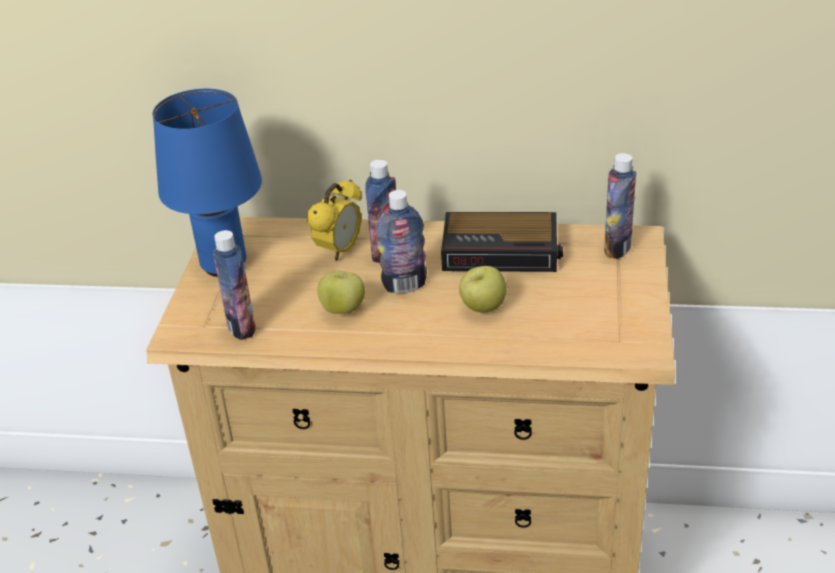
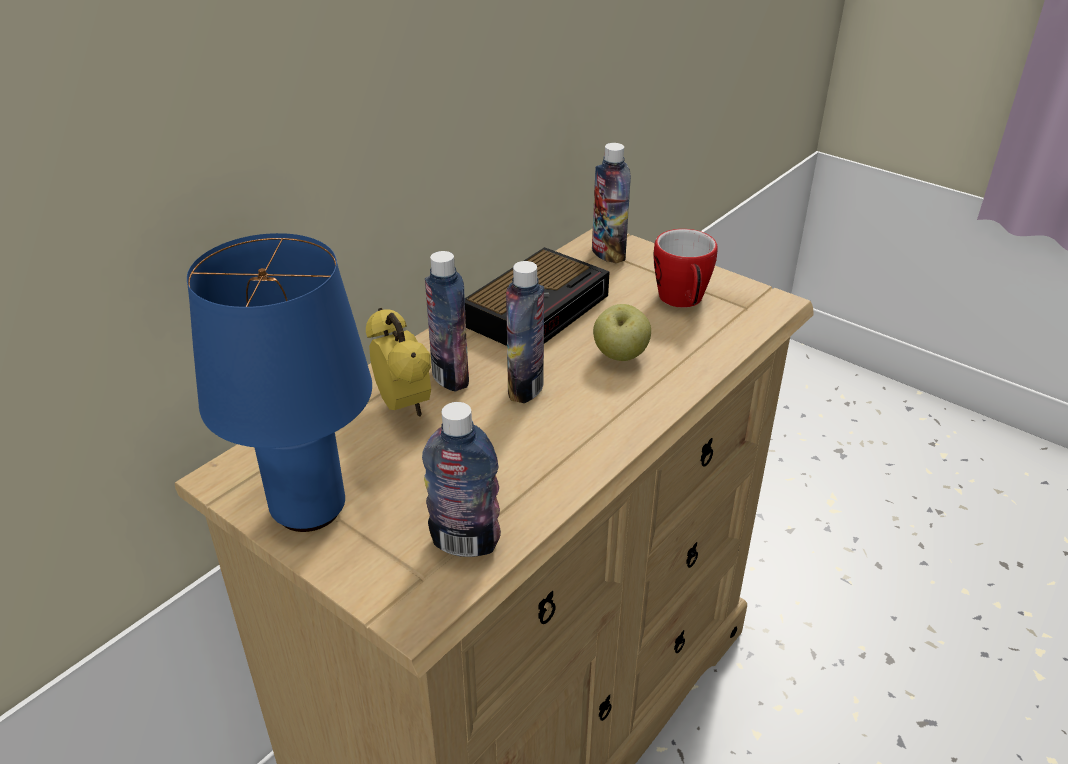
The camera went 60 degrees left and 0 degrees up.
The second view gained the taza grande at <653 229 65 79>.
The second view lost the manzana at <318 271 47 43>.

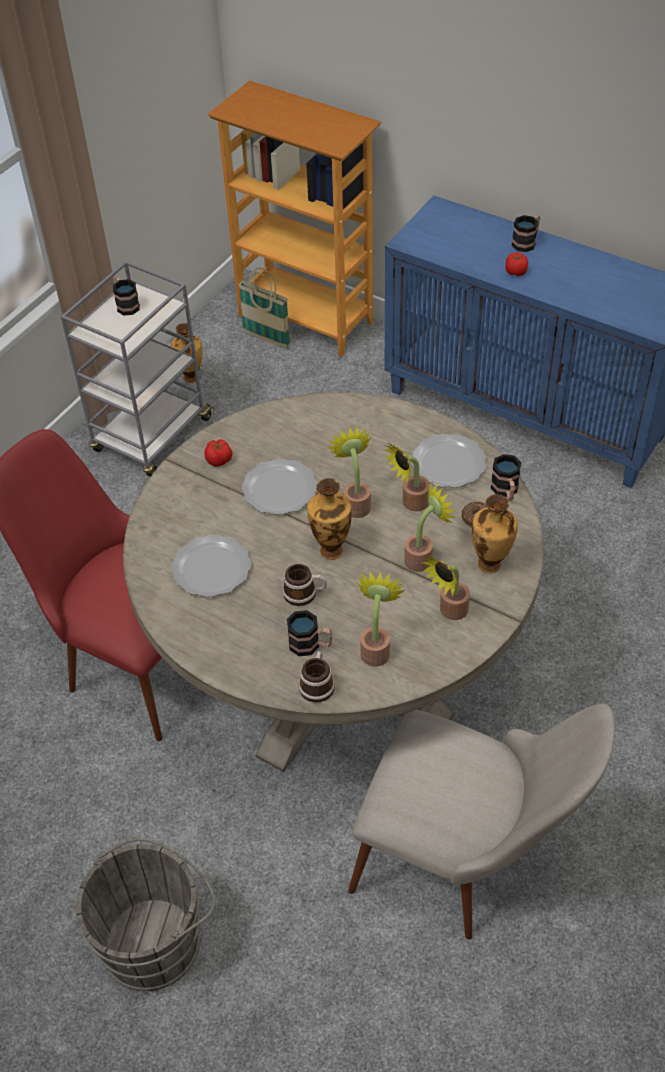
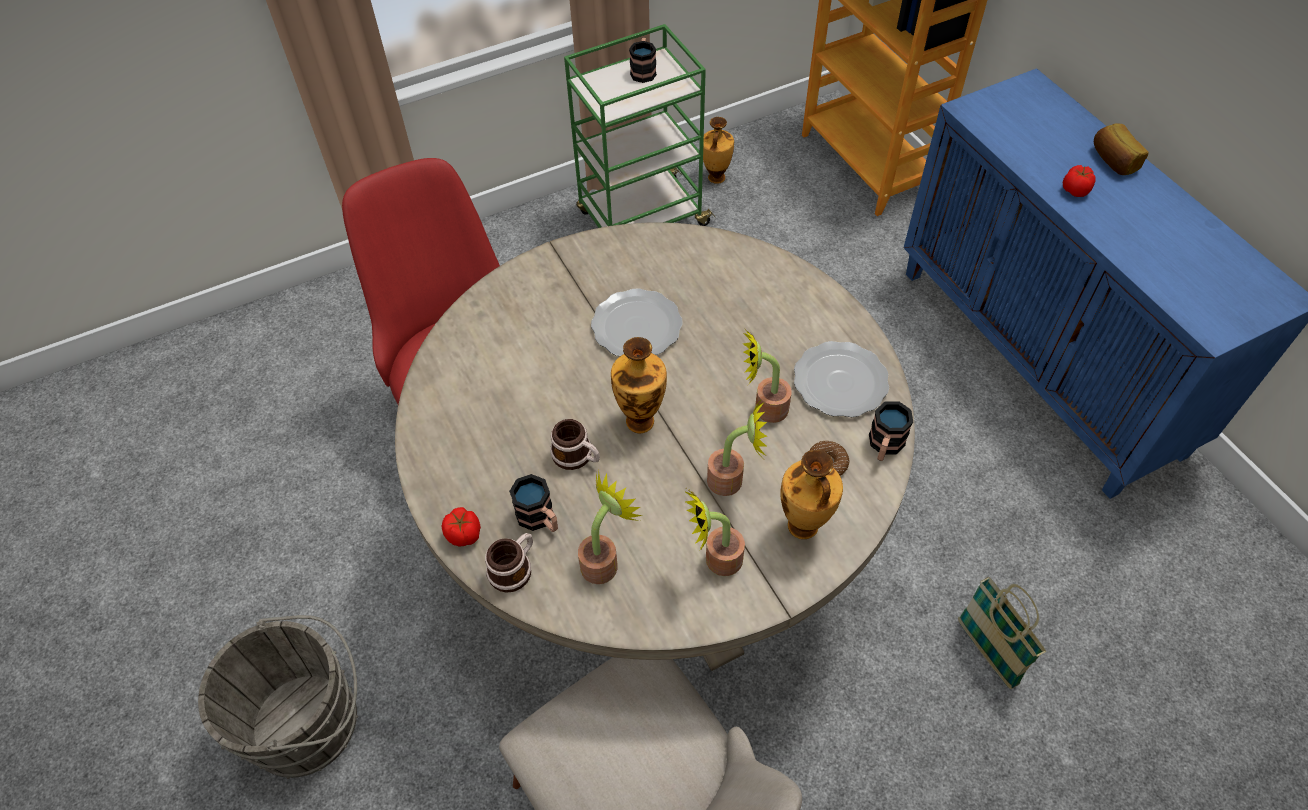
The camera went 30 degrees right and 5 degrees up.
The tomate ended up elsewhere, having gone from <204 439 28 28> to <442 507 39 39>.
What was the carrito/gris at <61 261 153 216> turned into the carrito/verde at <564 24 151 204>.
The cesta ended up elsewhere, having gone from <238 268 53 80> to <958 577 88 112>.
Where the taza grande stood at <512 215 28 37>, the pan came to stand at <1094 124 55 51>.
The second view lost the plato at <171 535 80 62>.
The second view lost the planta en maceta at <327 427 44 91>.

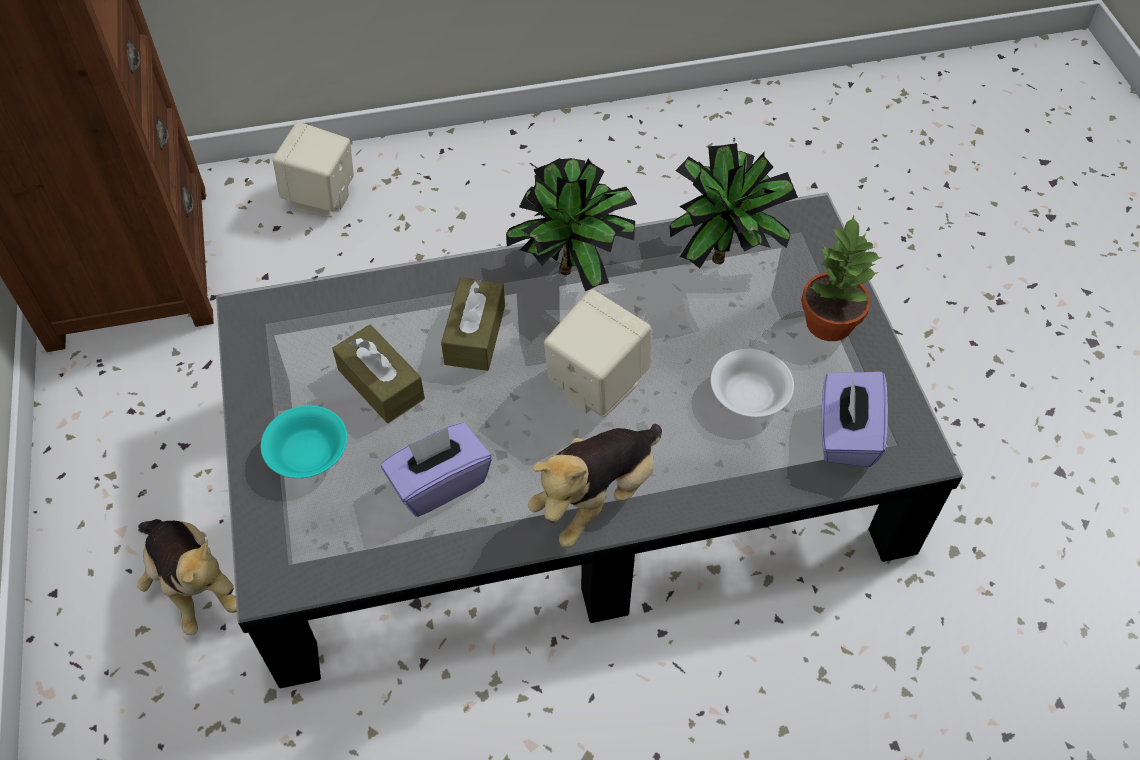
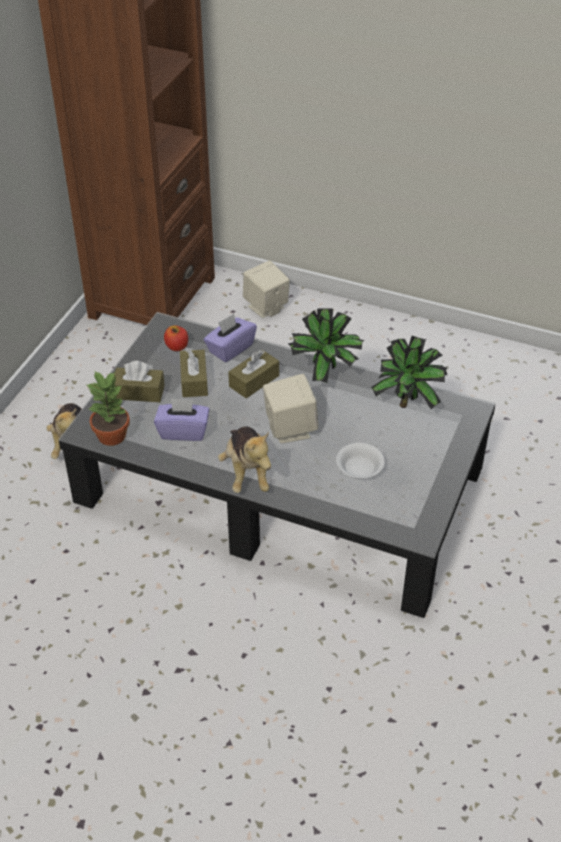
The camera went 35 degrees right and 10 degrees down.
The planta en maceta ended up elsewhere, having gone from <801 216 81 125> to <85 370 45 76>.
Where the cuenco/turquesa stood at <261 405 86 73>, the caja de pañuelos/marrón came to stand at <114 361 51 41>.
The second view gained the manzana at <164 325 24 26>.
The caja de pañuelos/morado ended up elsewhere, having gone from <821 372 67 95> to <204 314 53 48>.
The peluche at <528 424 134 124> ended up facing another way, 90 degrees counterclockwise from before.

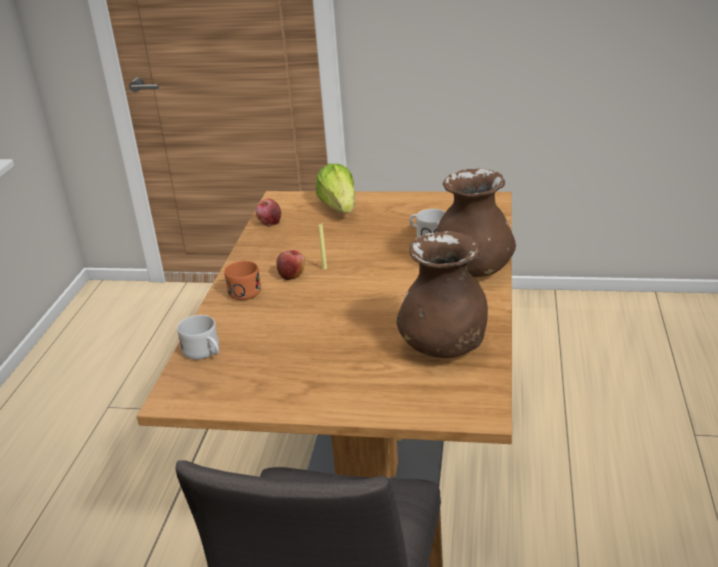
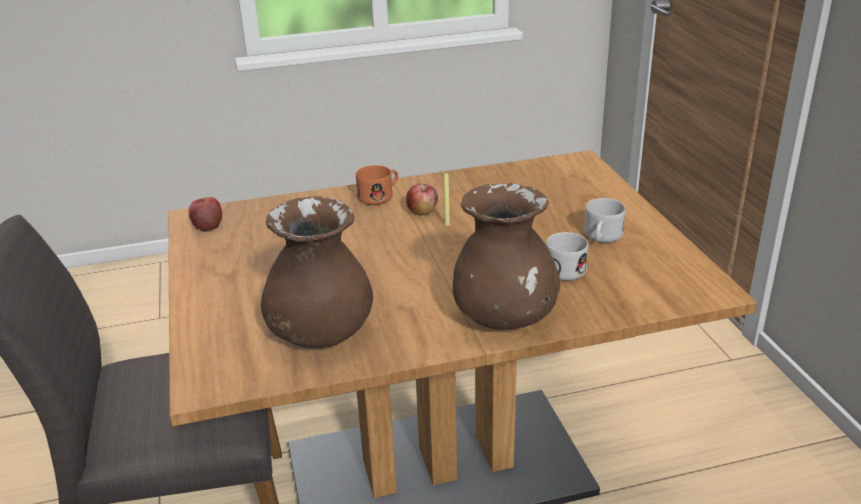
The camera went 65 degrees right and 0 degrees up.
The manzana ended up elsewhere, having gone from <255 198 26 28> to <189 197 33 35>.
The taza grande/blanco ended up elsewhere, having gone from <177 315 42 44> to <584 198 42 45>.
The second view lost the lechuga at <316 164 39 49>.

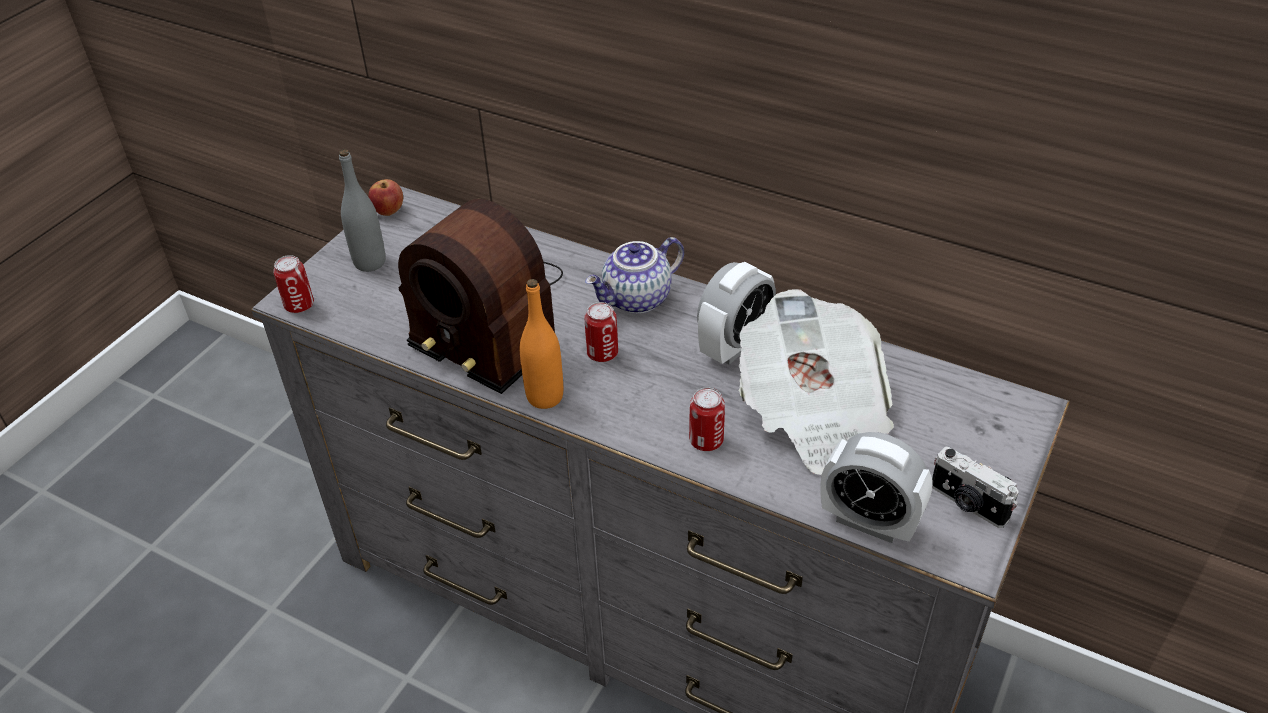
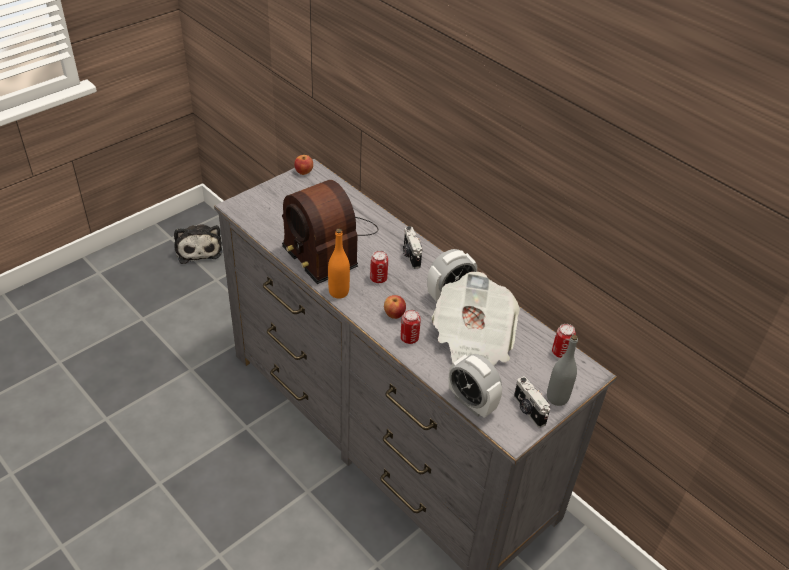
The camera went 15 degrees right and 0 degrees up.
The second view gained the peluche at <174 225 49 39>.
The second view gained the manzana at <384 295 22 24>.
Where the tetera stood at <585 237 99 77>, the cámara came to stand at <403 226 19 43>.
The botella/gris ended up elsewhere, having gone from <339 149 47 123> to <547 335 31 71>.
The lata ended up elsewhere, having gone from <273 255 41 58> to <552 324 24 34>.

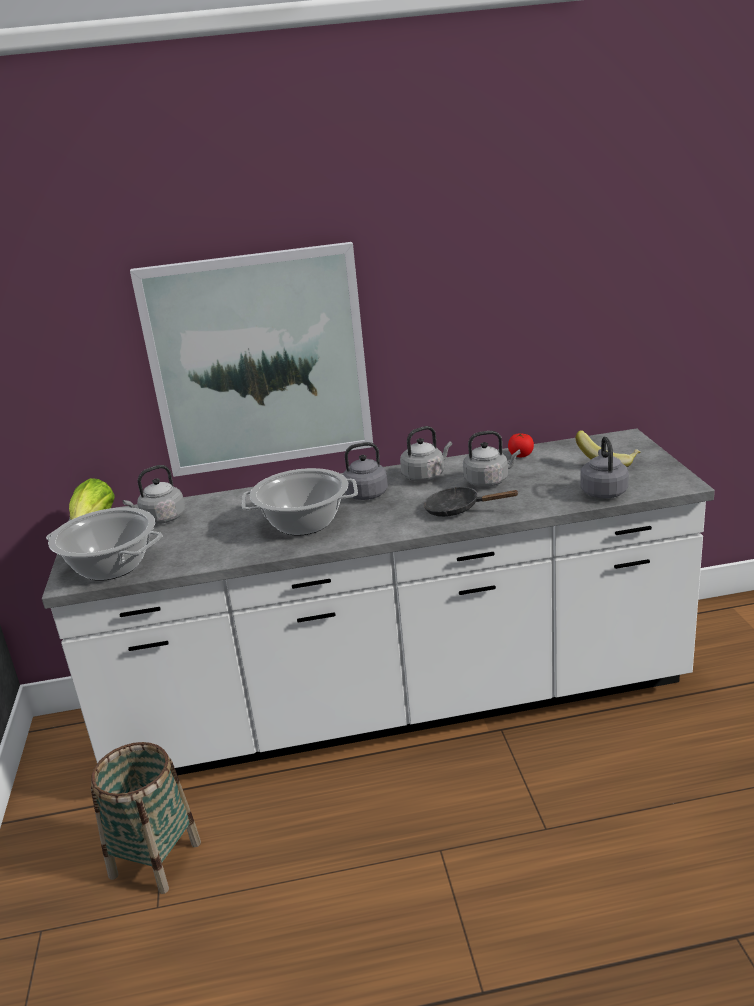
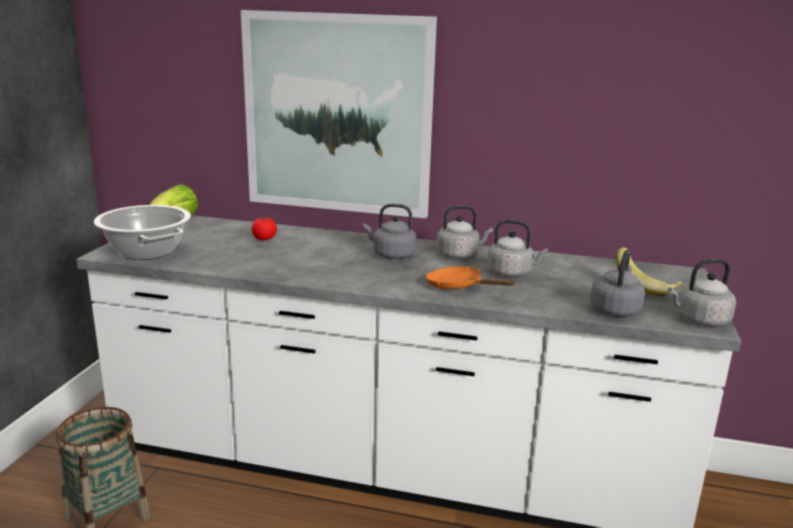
The camera went 20 degrees right and 5 degrees down.
The tomate ended up elsewhere, having gone from <508 433 26 24> to <252 217 25 23>.
What was the sartén/negro at <423 487 96 30> turned into the sartén/naranja at <426 267 90 22>.
The hervidor/gris ended up elsewhere, having gone from <122 465 63 59> to <668 259 68 67>.
The second view lost the olla at <242 468 116 68>.

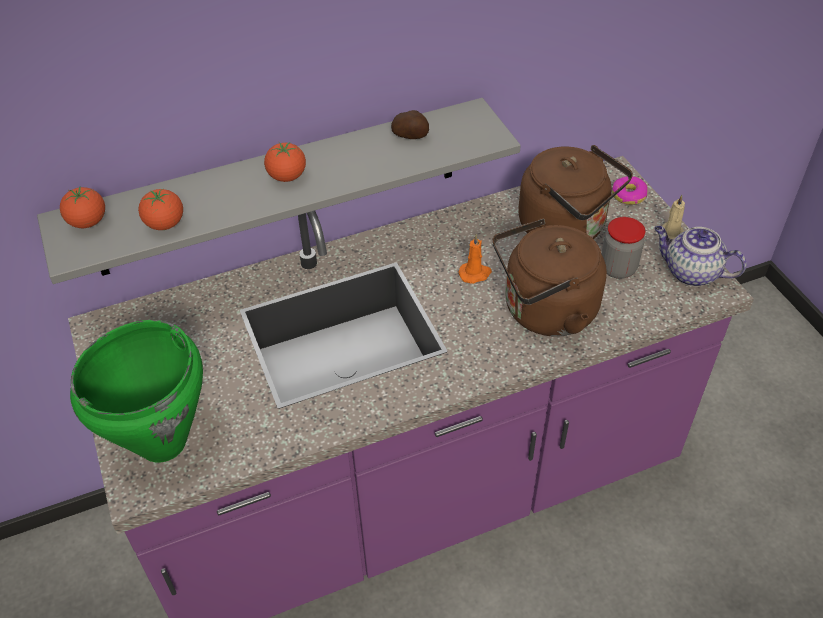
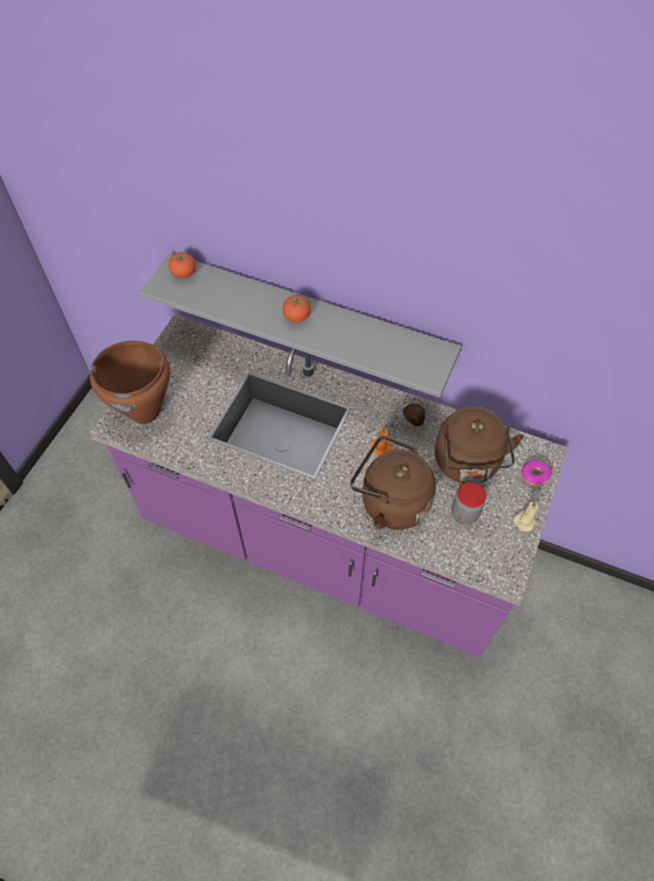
The camera went 45 degrees right and 10 degrees up.
What was the olla/verde at <70 320 133 143> turned into the olla/marrón at <90 340 80 84>.
The patata ended up elsewhere, having gone from <391 110 38 29> to <403 403 22 23>.
The second view lost the tomate at <138 188 45 42>.
The second view lost the tetera at <654 226 93 61>.

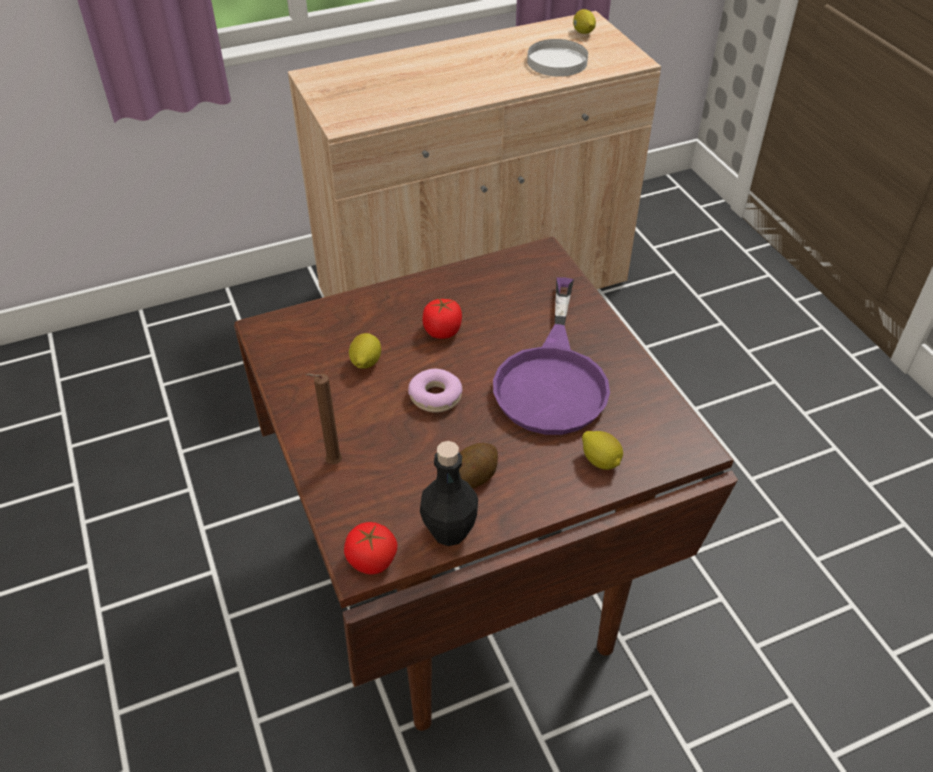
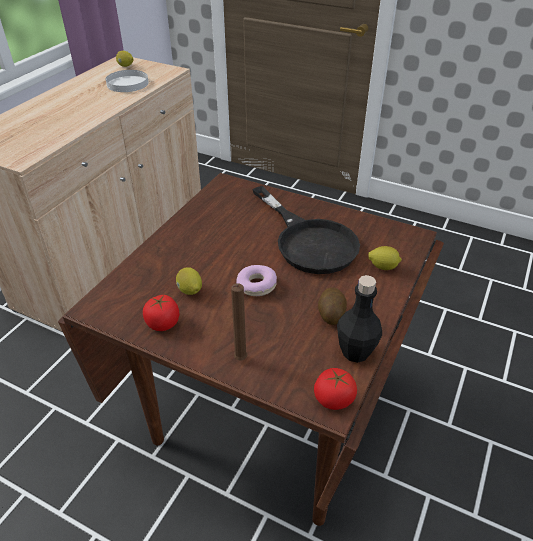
The camera went 40 degrees left and 5 degrees down.
The tomate ended up elsewhere, having gone from <423 298 39 41> to <143 295 36 36>.
What was the sartén/morado at <493 277 117 158> turned into the sartén/negro at <252 186 108 88>.

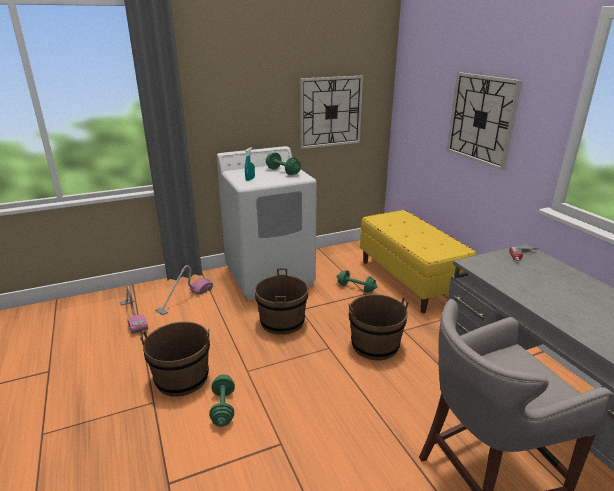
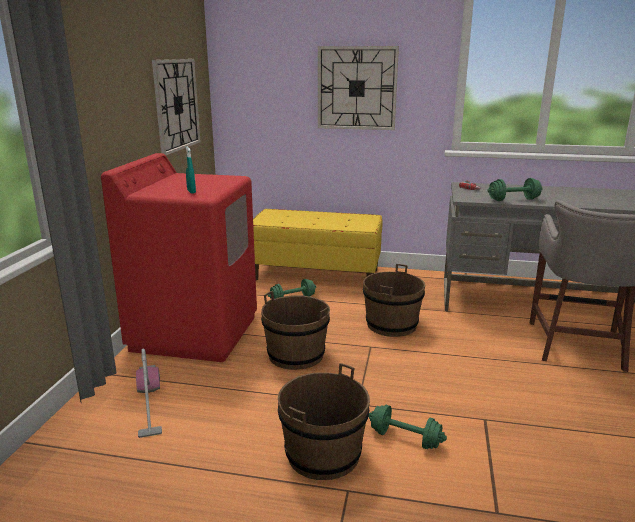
The camera went 55 degrees left and 5 degrees down.
What was the lavadora/blanco at <216 146 101 155> turned into the lavadora/rojo at <101 153 156 209>.
The mancuerna/verde ended up elsewhere, having gone from <266 152 35 23> to <487 178 55 23>.
The second view lost the aspiradora at <120 286 28 48>.

